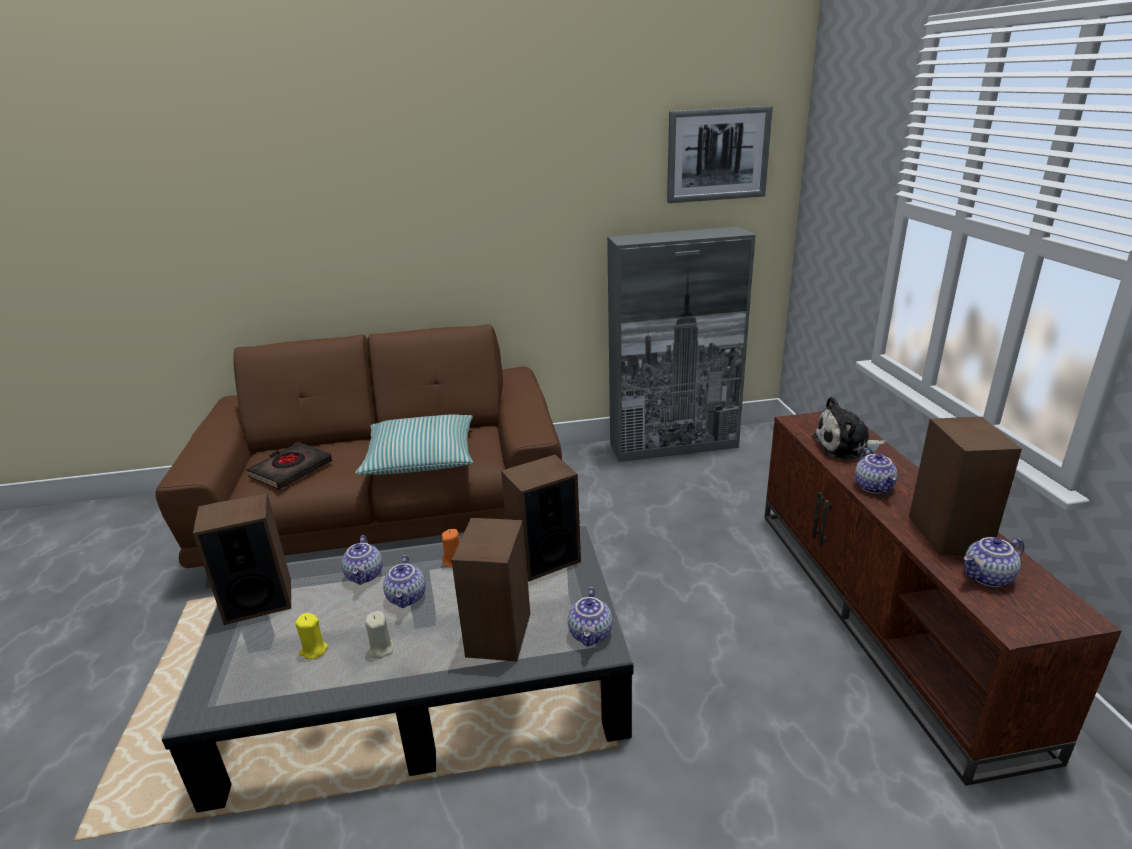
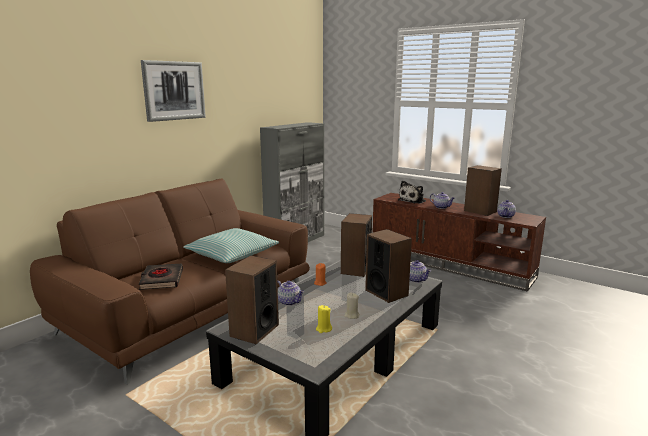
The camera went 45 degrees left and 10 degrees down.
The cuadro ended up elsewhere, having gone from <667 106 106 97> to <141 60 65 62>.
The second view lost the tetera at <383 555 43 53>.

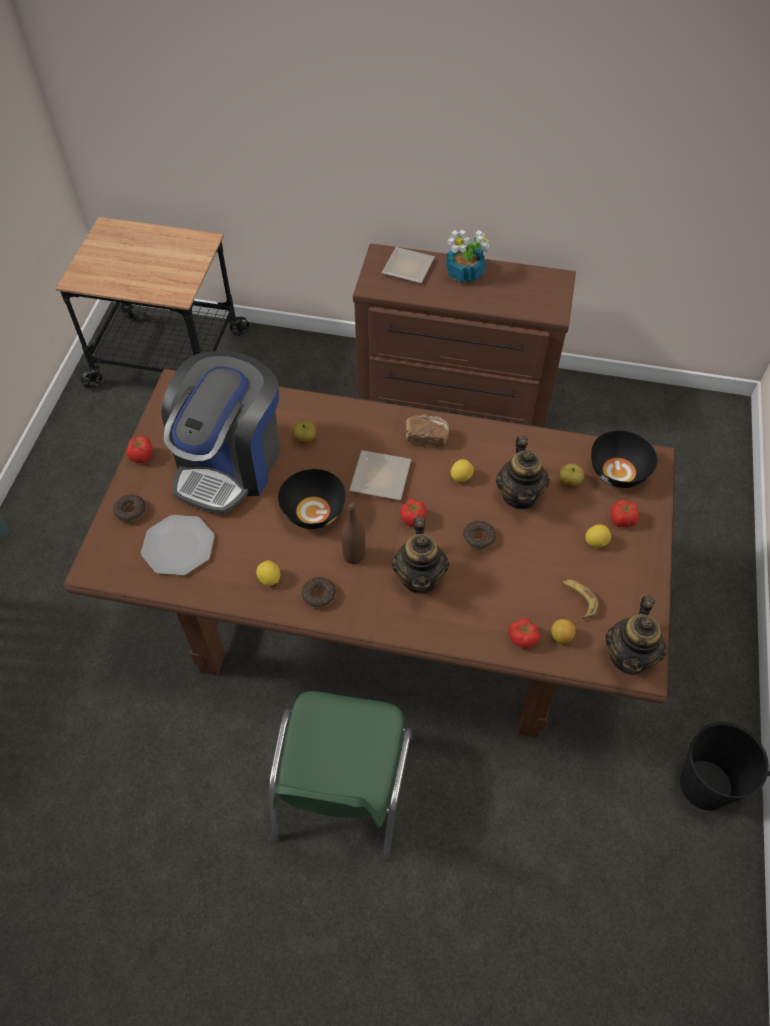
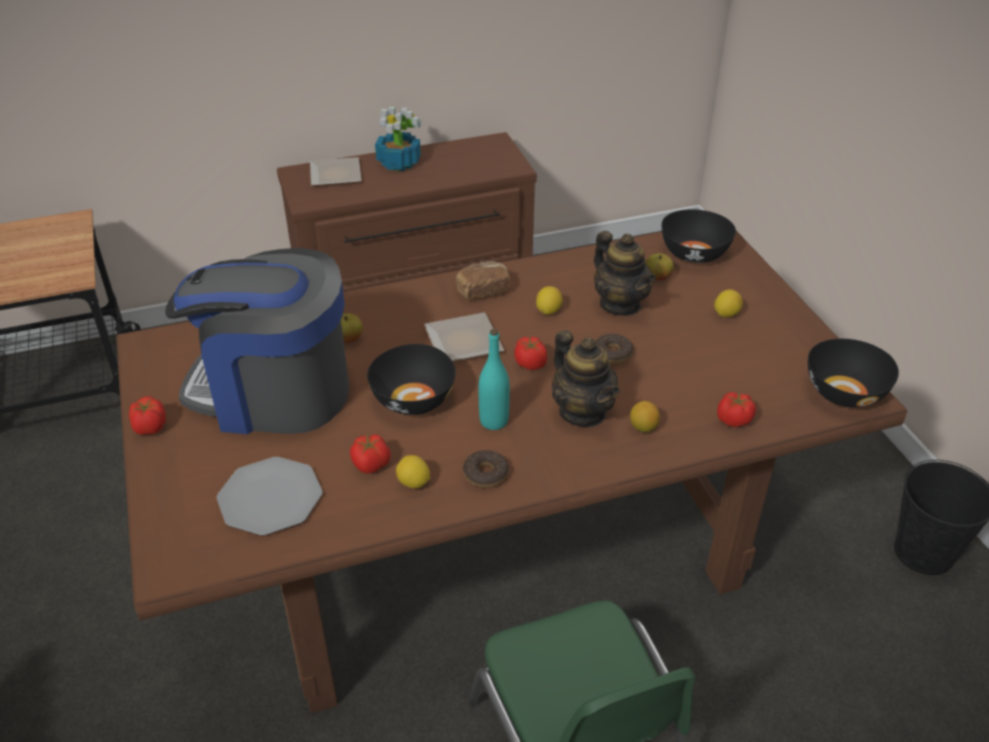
The camera went 30 degrees left and 15 degrees down.
The cafetera at <161 351 119 163> ended up facing another way, 105 degrees clockwise from before.
The tomate ended up elsewhere, having gone from <611 500 28 27> to <350 434 41 40>.
What was the botella/marrón at <341 503 24 61> turned into the botella/turquesa at <478 329 32 101>.
The limón ended up elsewhere, having gone from <551 619 25 25> to <630 401 30 31>.
Where the tetera stood at <605 595 62 80>, the cuenco/negro came to stand at <808 339 91 69>.
The second view lost the rosquilla at <113 494 33 29>.
The second view lost the plátano at <562 579 37 40>.

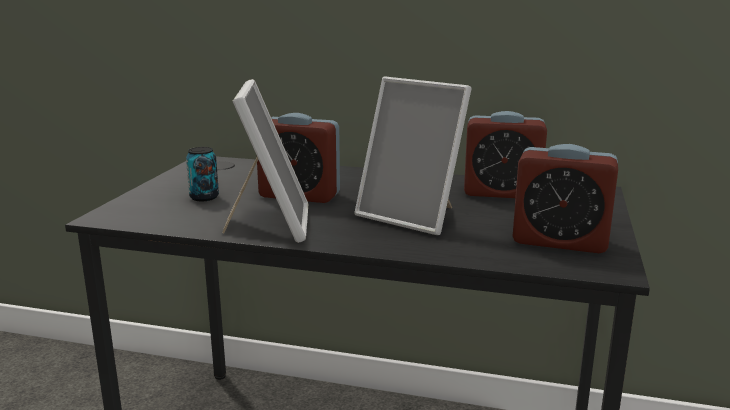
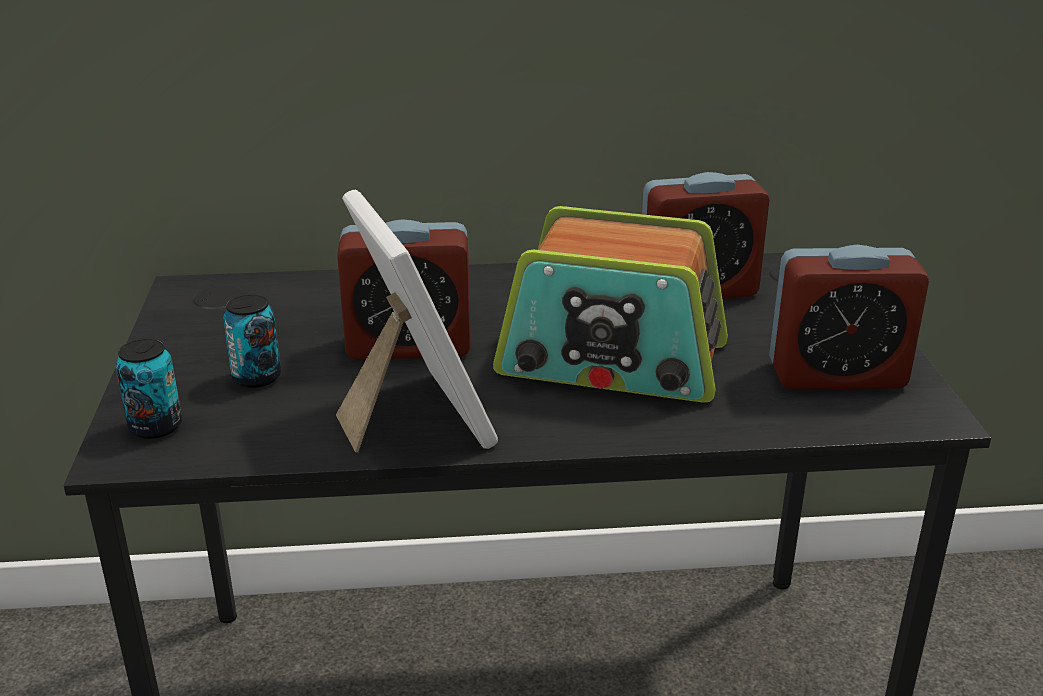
The camera went 20 degrees left and 10 degrees up.
The second view gained the lata at <115 339 67 100>.
Where the portarretratos stood at <354 76 118 159>, the radio came to stand at <493 206 235 197>.

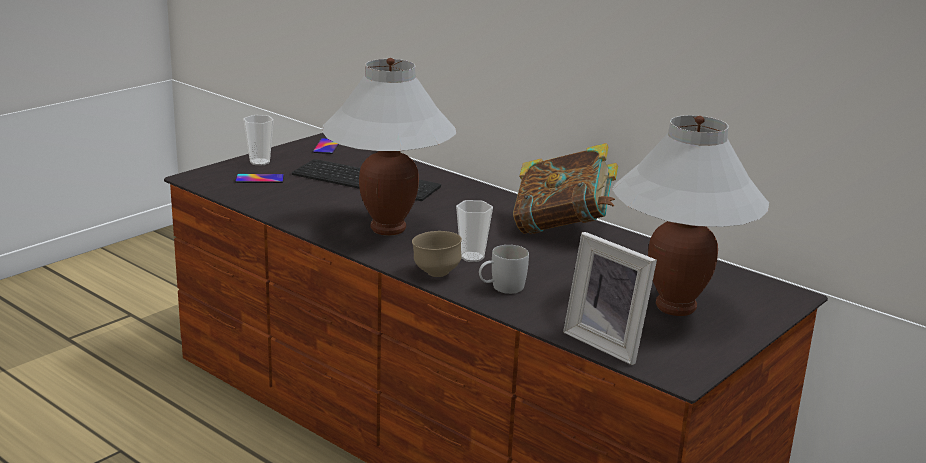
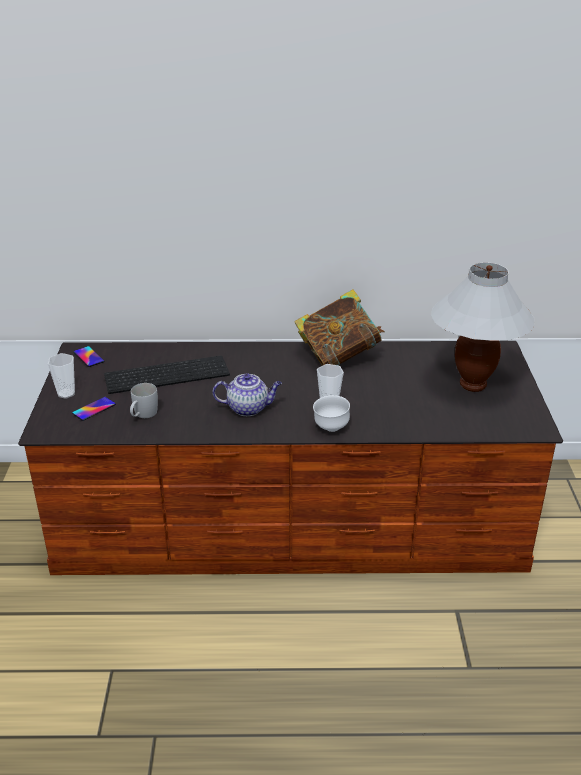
The camera went 40 degrees left and 10 degrees up.
The taza grande/blanco ended up elsewhere, having gone from <479 245 50 49> to <130 383 28 35>.
Where the lámpara de mesa/blanco stood at <322 58 135 178>, the tetera came to stand at <213 374 69 42>.
What was the cuenco/marrón at <412 231 50 46> turned into the cuenco/blanco at <313 395 37 37>.
The second view lost the portarretratos at <563 232 94 133>.

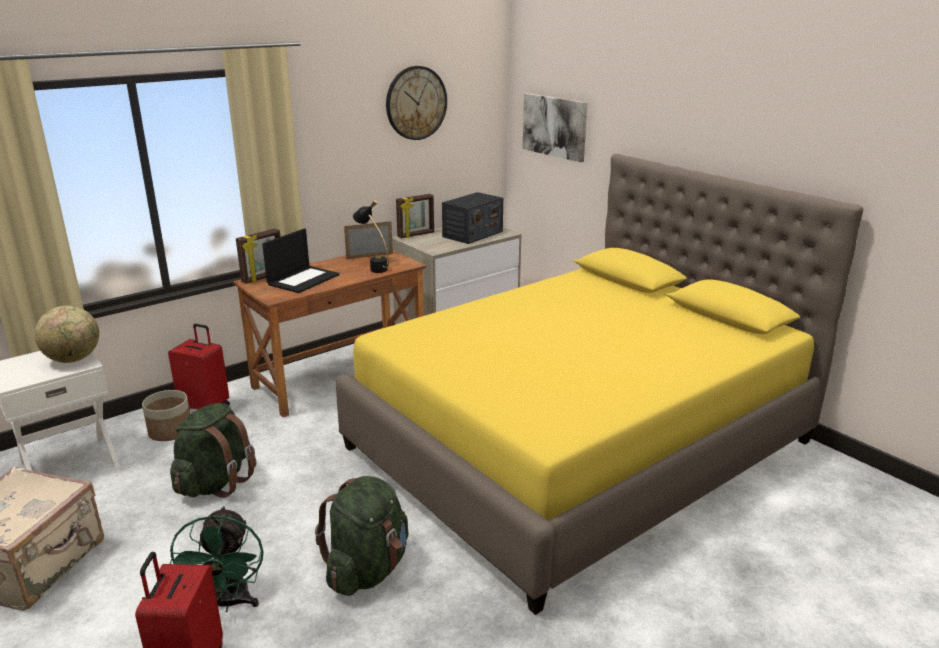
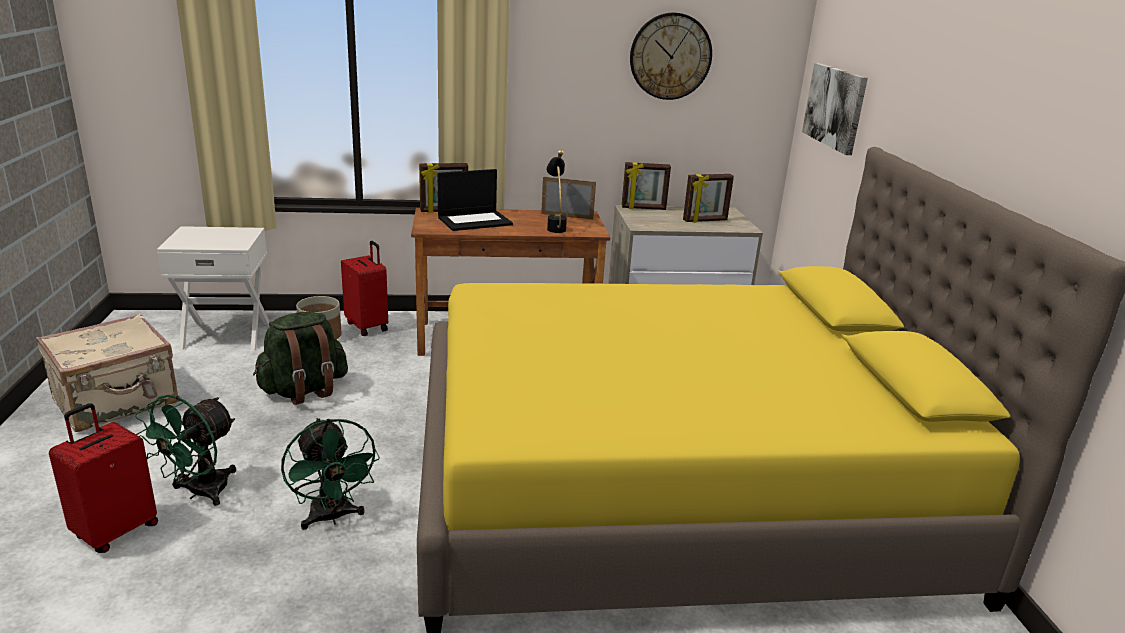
The camera went 30 degrees right and 0 degrees up.
Where the mochila/verde stood at <315 476 93 120>, the ventilador/verde came to stand at <281 418 99 112>.
Where the radio stood at <442 192 61 52>, the portarretratos came to stand at <683 174 51 49>.
The second view lost the globo terráqueo at <35 306 64 57>.

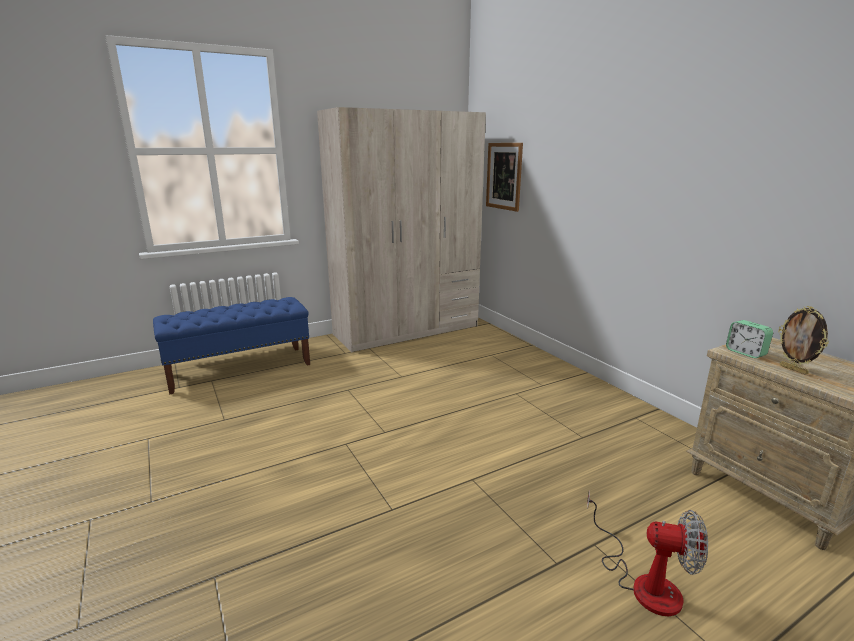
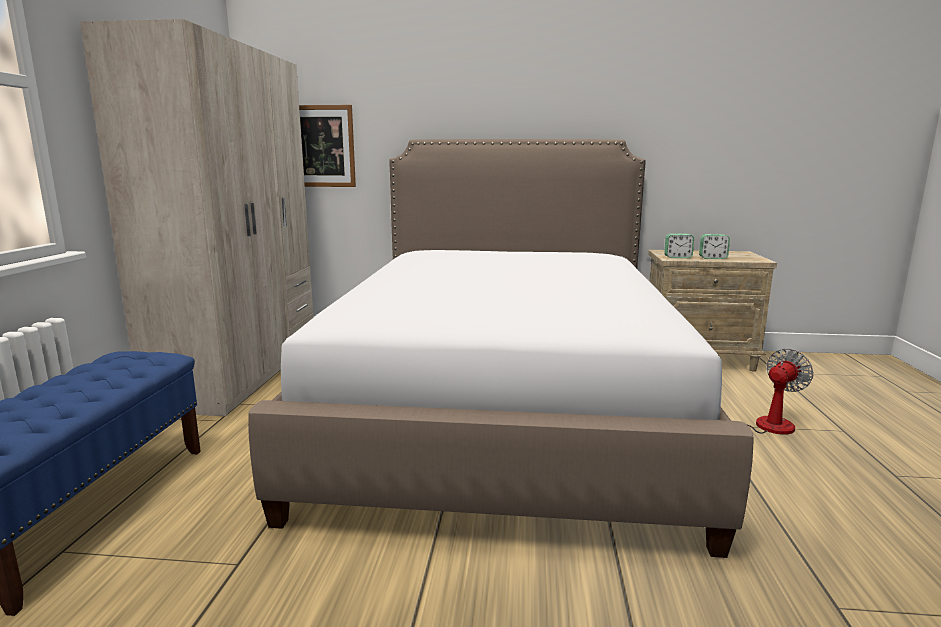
The camera went 55 degrees left and 5 degrees down.
The second view gained the cama at <248 139 506 419>.
Where the portarretratos stood at <778 306 51 69>, the despertador came to stand at <699 234 31 25>.

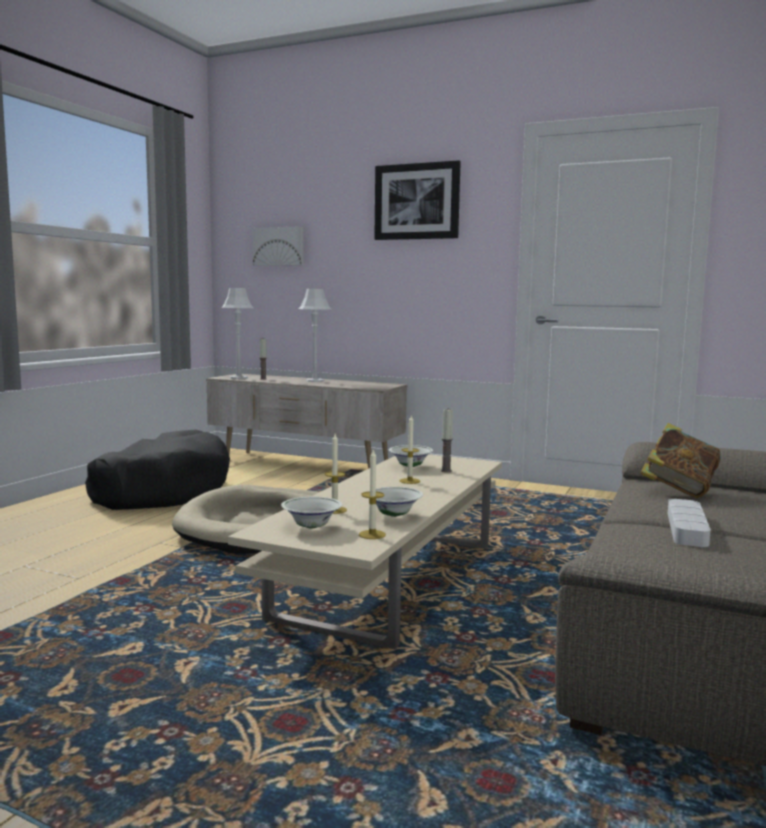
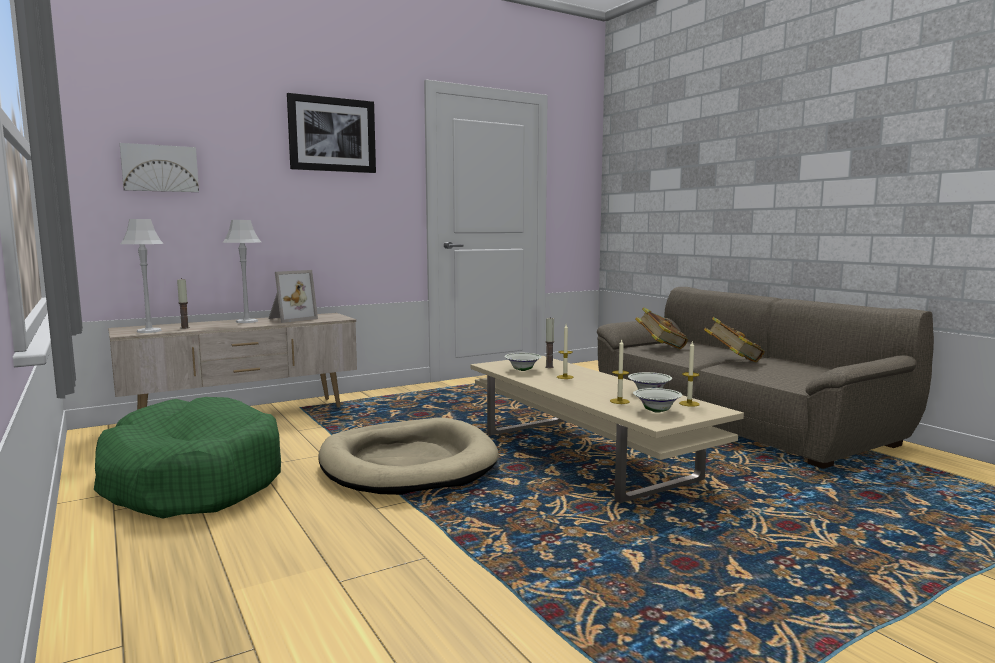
The camera went 55 degrees left and 0 degrees up.
What was the cama para perro/negro at <85 430 145 80> turned into the cama para perro/verde at <94 397 187 122>.
The second view gained the portarretratos at <268 270 50 53>.
Where the bandeja/gris stood at <668 499 43 48>, the libro came to stand at <704 317 61 45>.

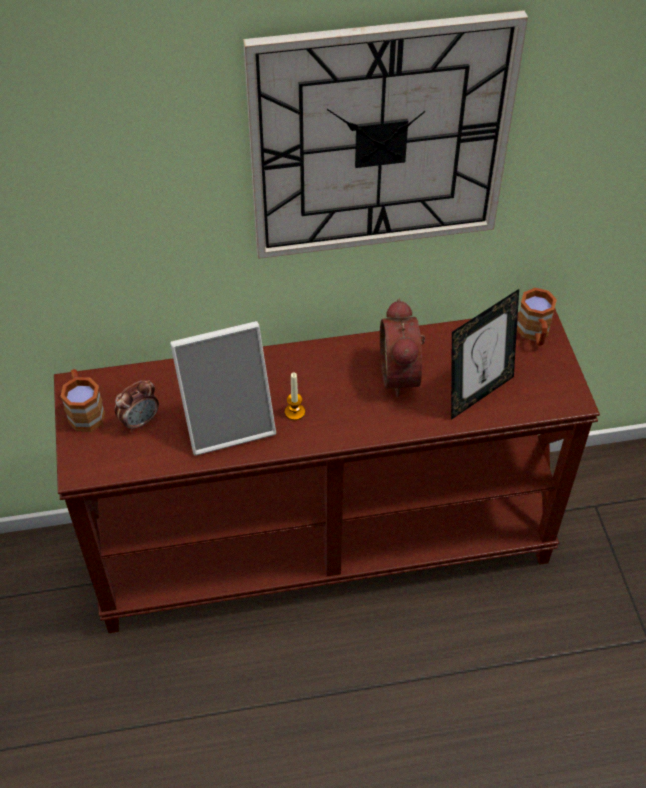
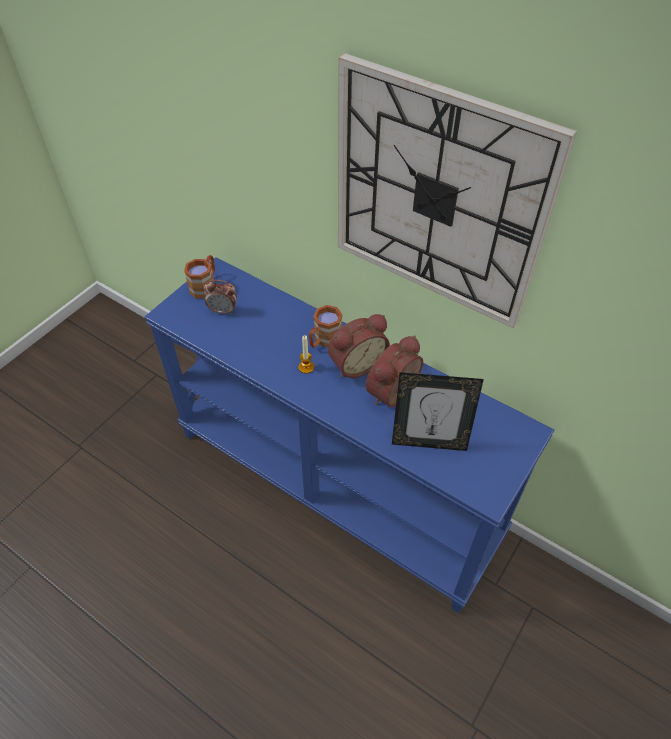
The camera went 45 degrees right and 0 degrees up.
What was the mesa consola/marrón at <54 309 546 324> turned into the mesa consola/azul at <144 257 410 356>.
The taza grande/marrón ended up elsewhere, having gone from <517 288 40 58> to <309 305 34 43>.
The second view gained the despertador at <328 314 62 64>.
The second view lost the portarretratos at <170 321 106 135>.

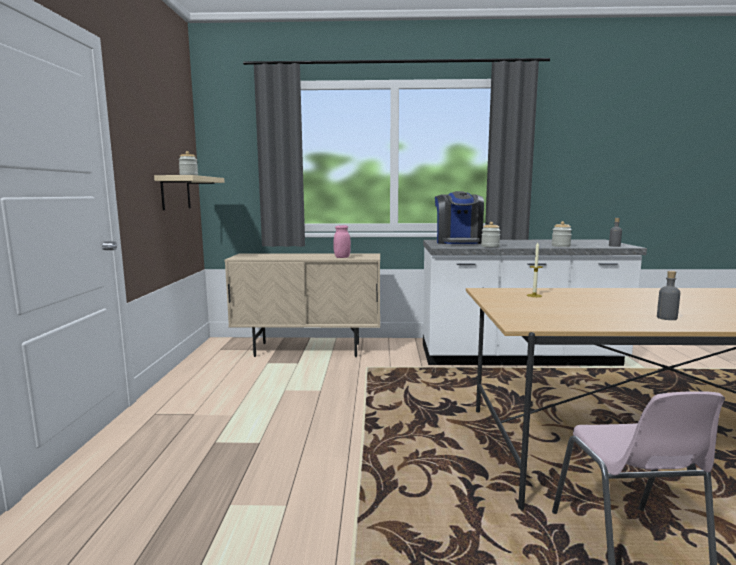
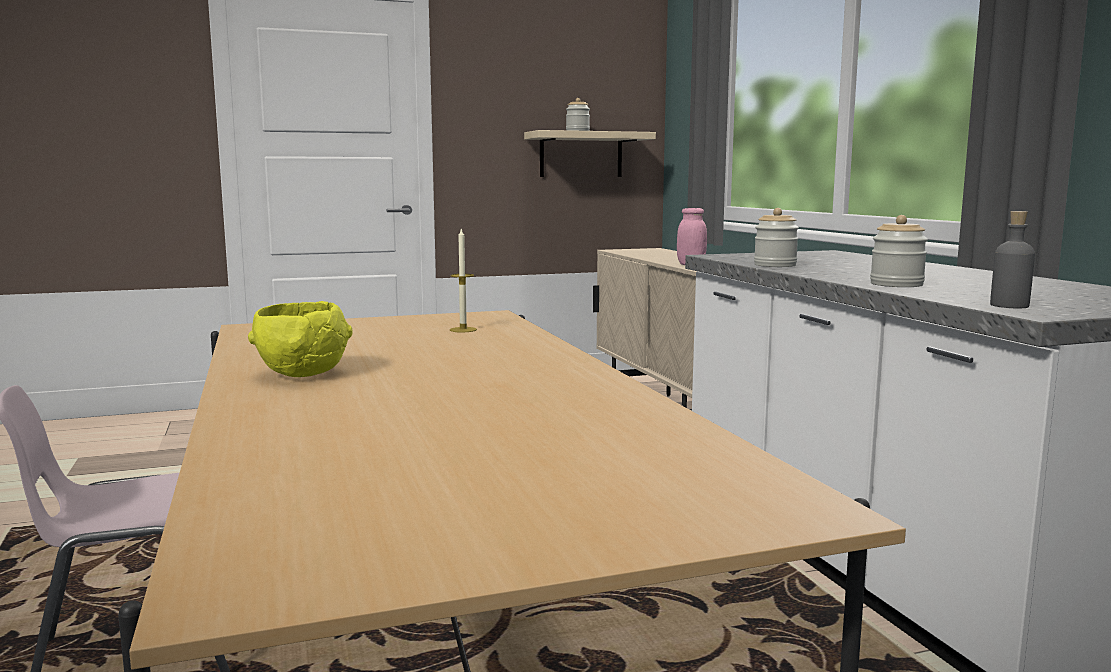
The camera went 70 degrees right and 0 degrees up.
Where the botella/gris stood at <657 271 23 49>, the cuenco/amarillo came to stand at <248 301 105 76>.
The second view lost the cafetera at <435 191 49 53>.

